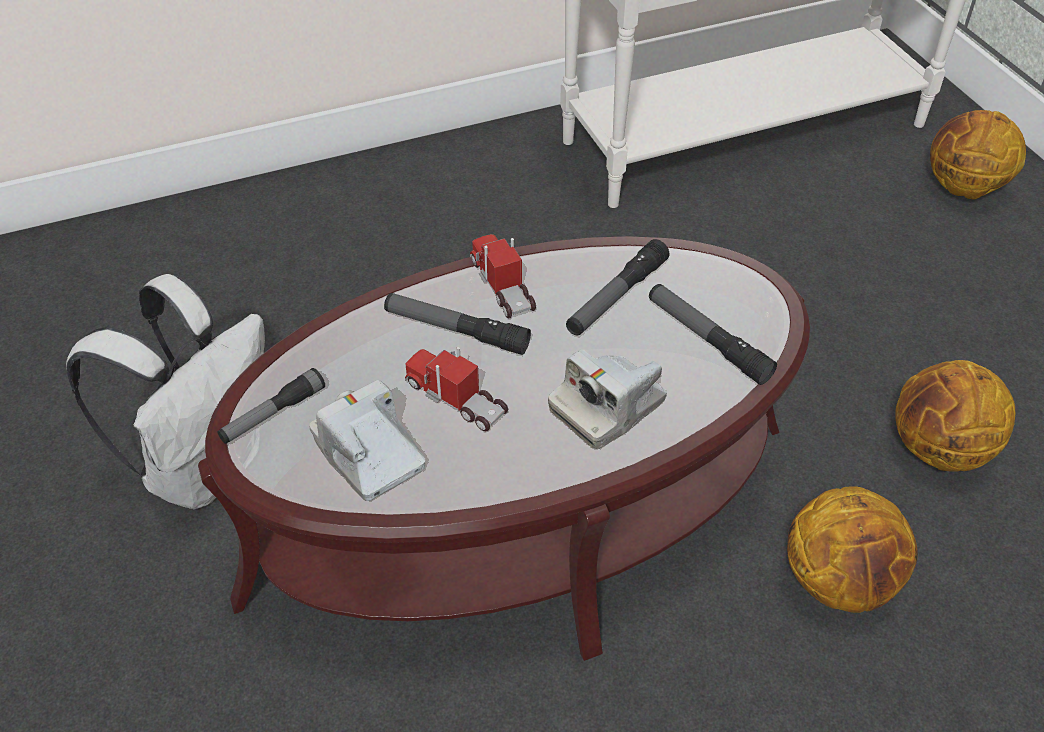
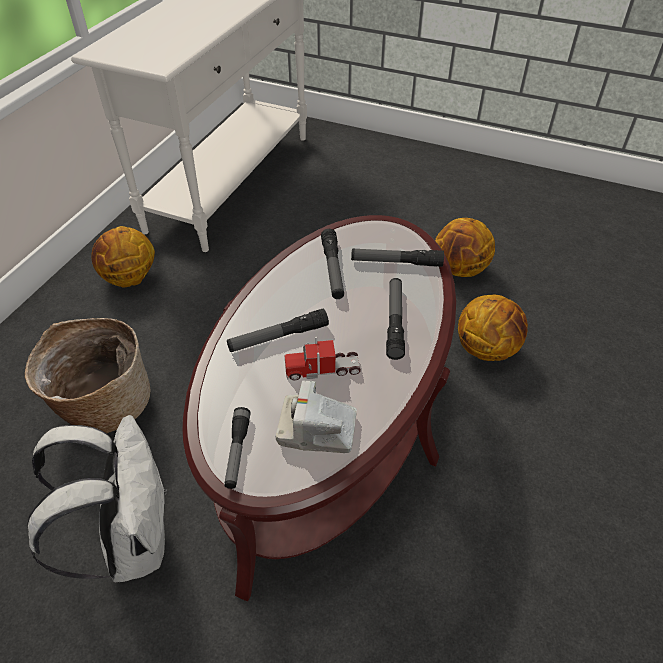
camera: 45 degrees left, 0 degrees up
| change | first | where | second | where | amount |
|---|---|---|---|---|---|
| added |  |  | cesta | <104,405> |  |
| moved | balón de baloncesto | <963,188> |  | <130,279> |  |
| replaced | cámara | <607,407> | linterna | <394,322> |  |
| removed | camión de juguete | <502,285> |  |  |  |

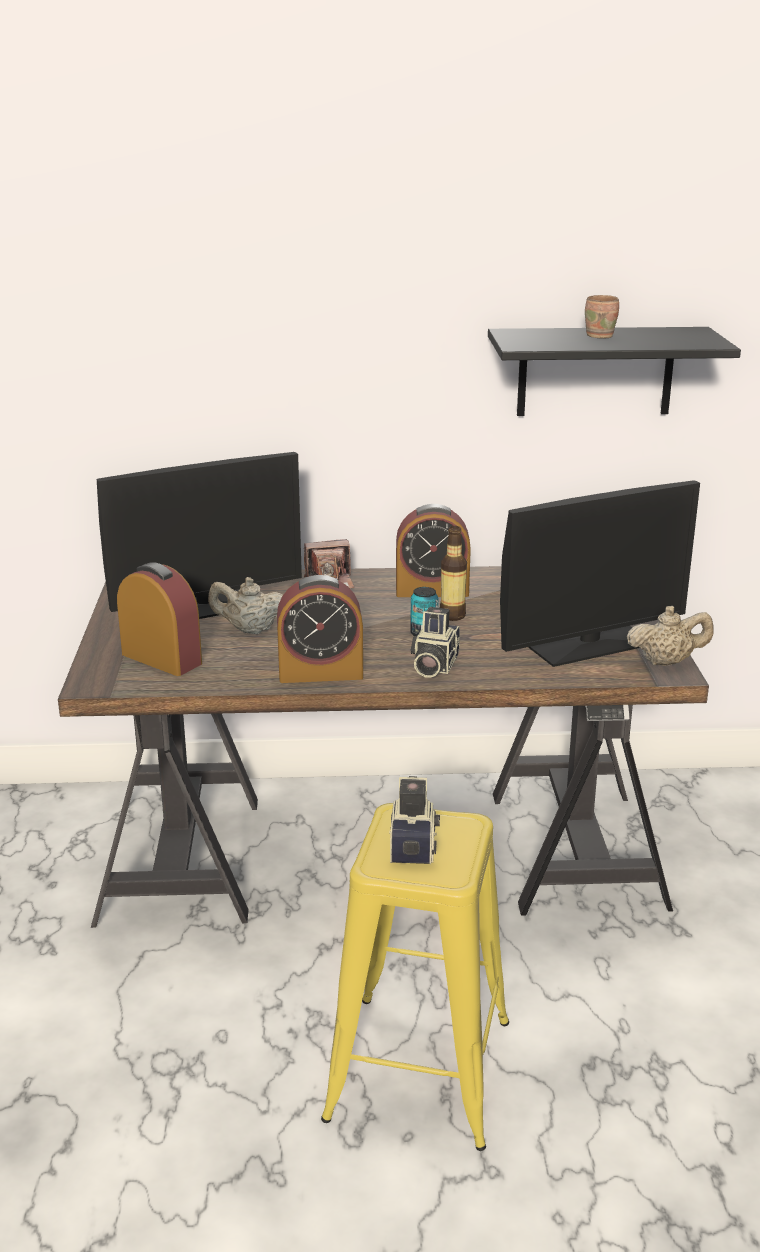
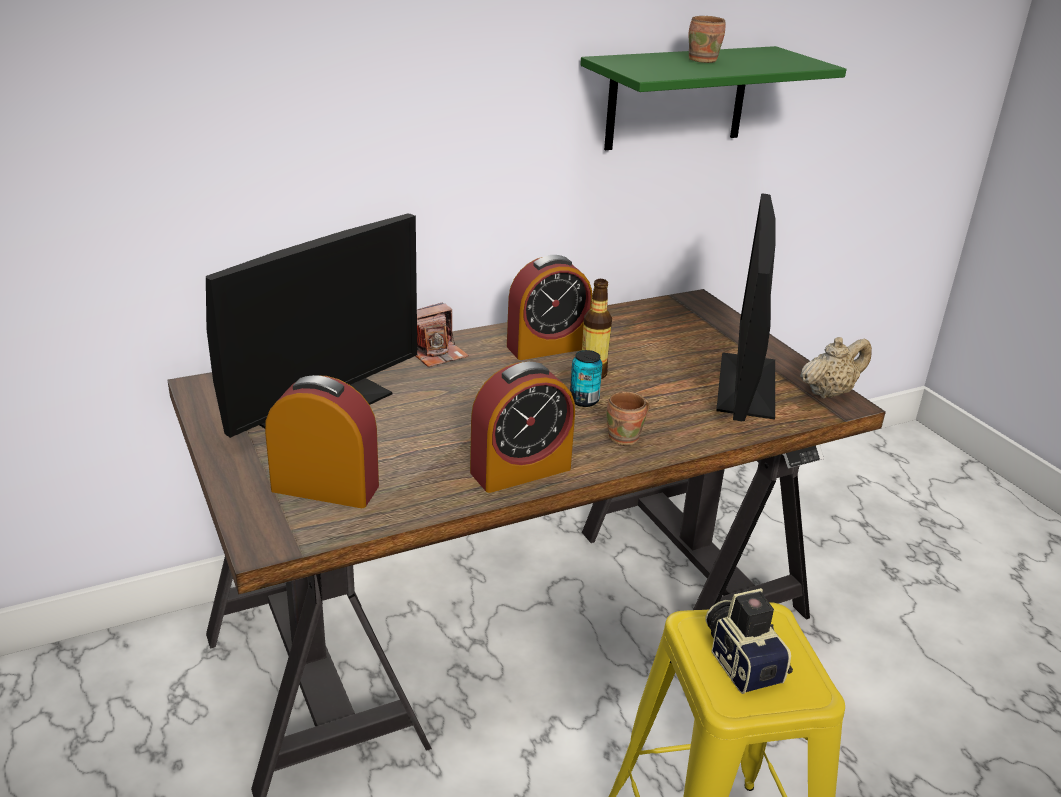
camera: 25 degrees left, 5 degrees up
| change | first | where | second | where | amount |
|---|---|---|---|---|---|
| recoloured | estante (negro) | <595,371> | estante (verde) | <677,98> |  |
| replaced | cámara | <433,666> | taza grande (marrón) | <626,438> |  |
| turned | monitor | <589,644> |  | <746,385> | 150 degrees clockwise |
| removed | tetera (beis) | <250,630> |  |  |  |

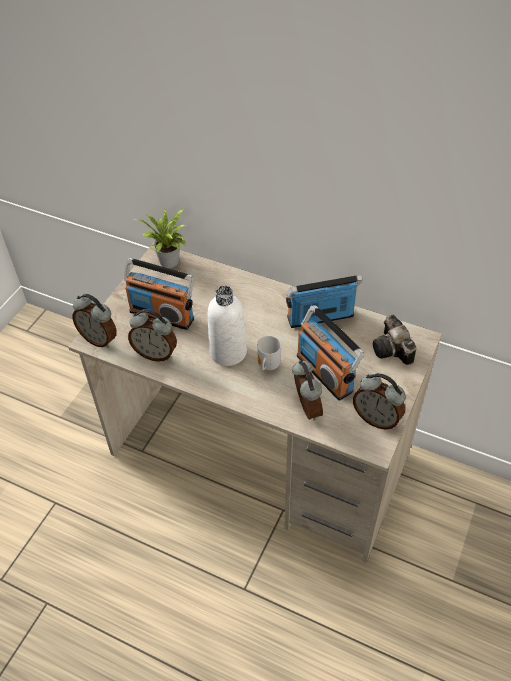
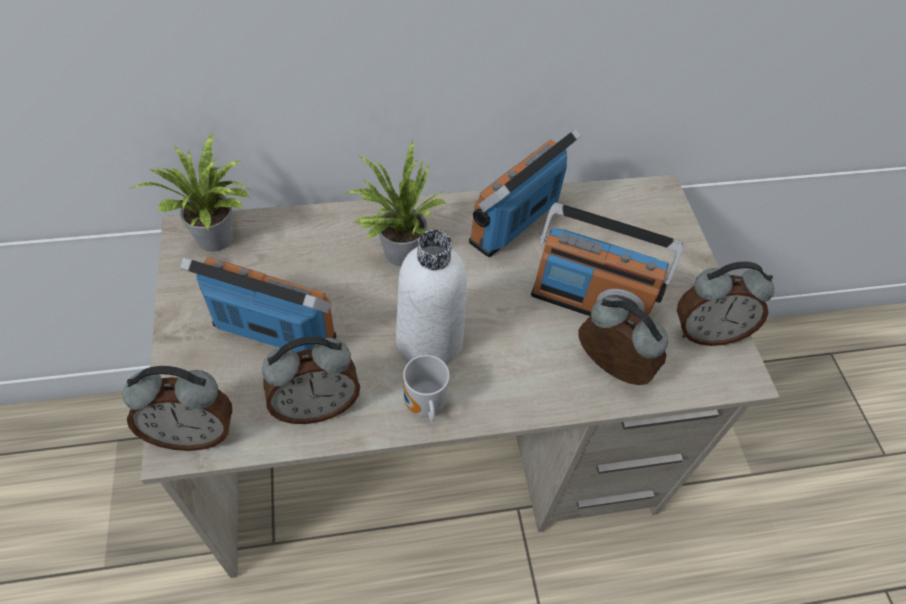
camera: 40 degrees left, 5 degrees up
| change | first | where | second | where | amount |
|---|---|---|---|---|---|
| turned | radio | <162,314> |  | <273,333> | 150 degrees counterclockwise |
| added |  |  | planta en maceta | <397,252> |  |
| moved | taza grande | <267,366> |  | <423,406> |  |
| removed | cámara | <393,350> |  |  |  |

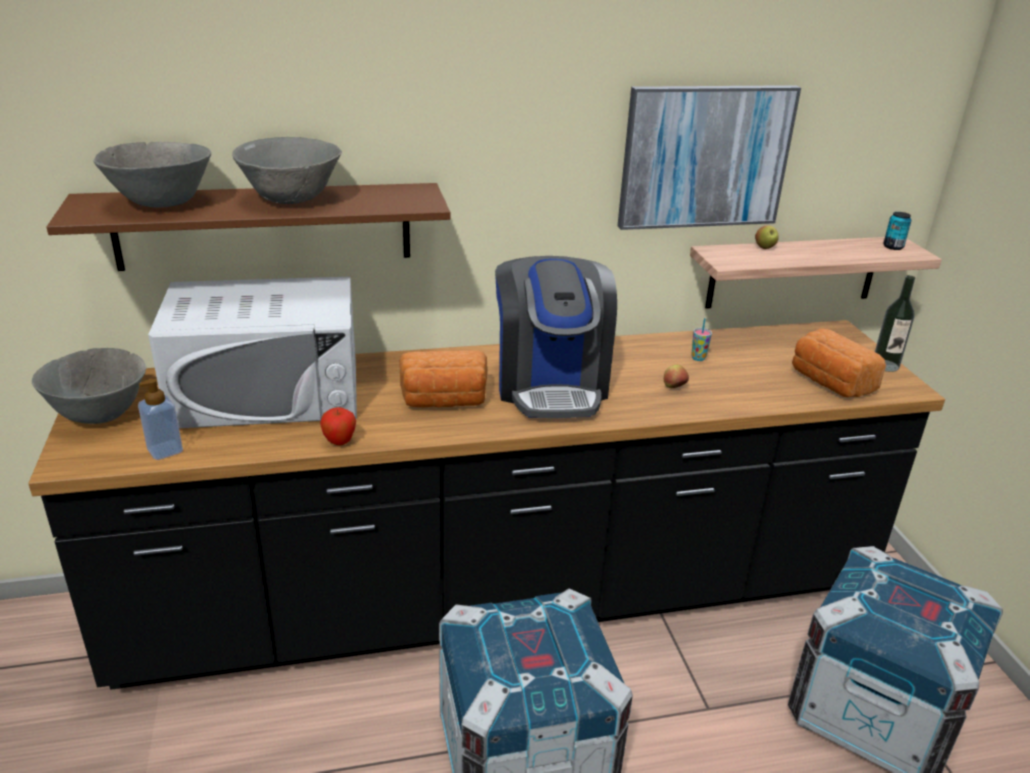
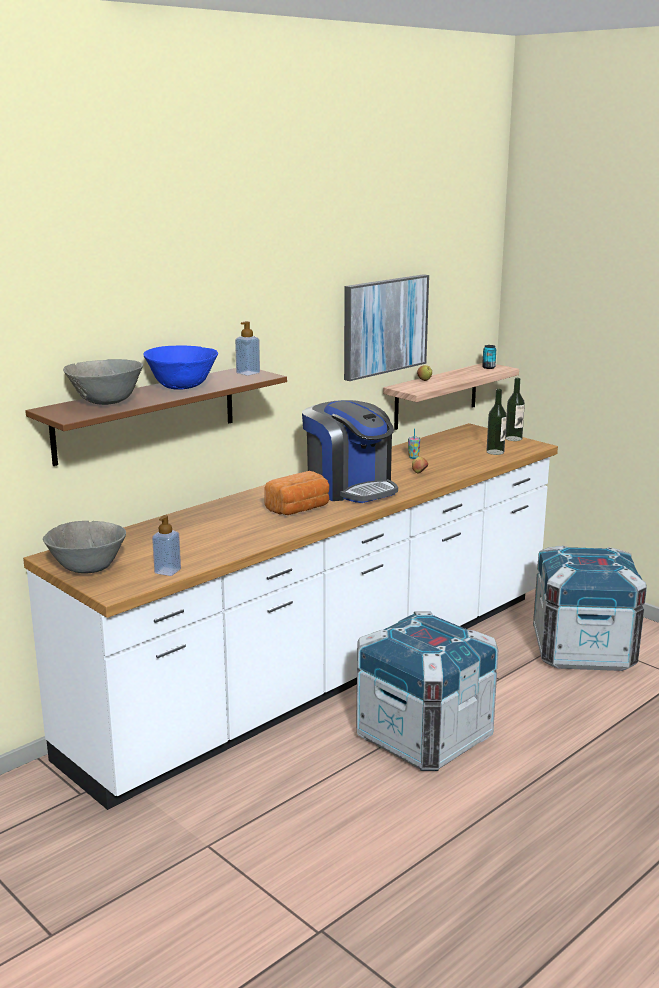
camera: 30 degrees left, 10 degrees down
| change | first | where | second | where | amount |
|---|---|---|---|---|---|
| recoloured | mueble bajo de cocina (negro) | <505,601> | mueble bajo de cocina (blanco) | <329,673> |  |
| recoloured | cuenco (gris) | <292,200> | cuenco (azul) | <182,387> |  |
| added |  |  | dispensador de jabón | <248,373> |  |
| replaced | pan | <829,382> | botella | <495,452> |  |
| removed | microondas (blanco) | <268,393> |  |  |  |
| removed | manzana | <339,442> |  |  |  |

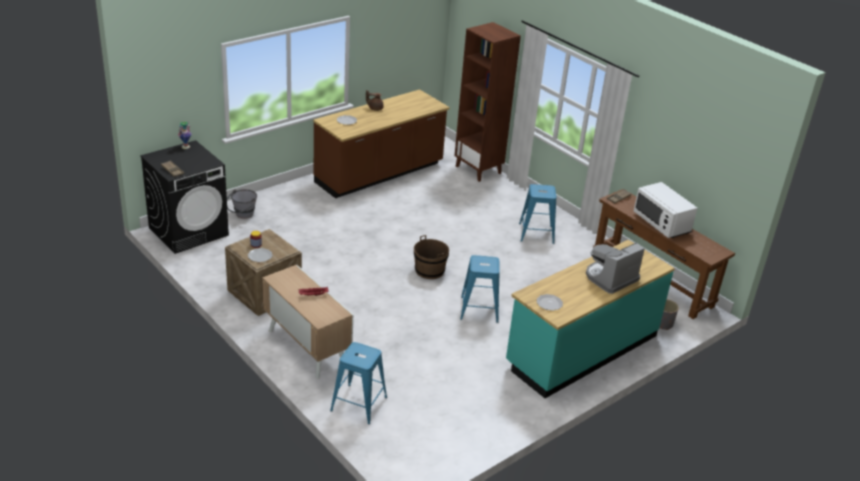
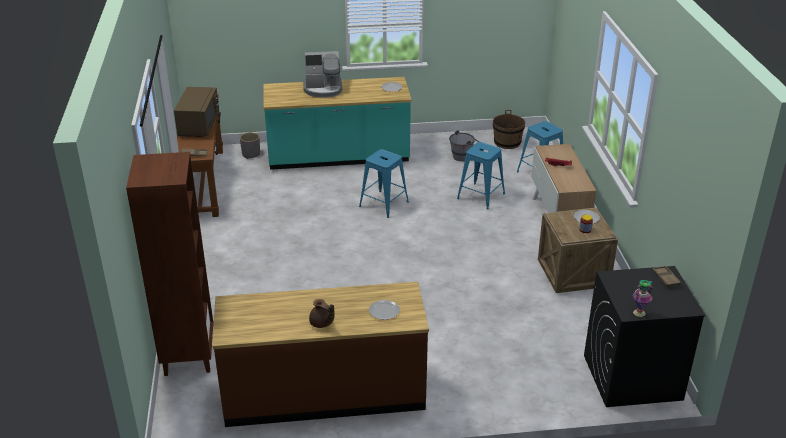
camera: 145 degrees left, 0 degrees up
| change | first | where | second | where | amount |
|---|---|---|---|---|---|
| recoloured | microondas (blanco) | <661,224> | microondas (marrón) | <198,126> |  |
| moved | cubo (gris) | <242,215> |  | <464,156> |  |
| moved | taburete (azul) | <536,233> |  | <481,196> |  |
| moved | cubo (marrón) | <429,271> |  | <507,142> |  |

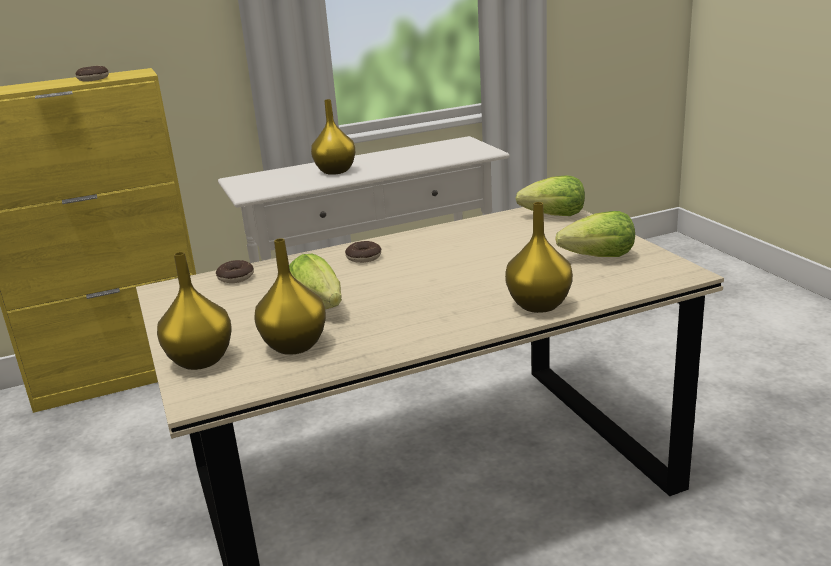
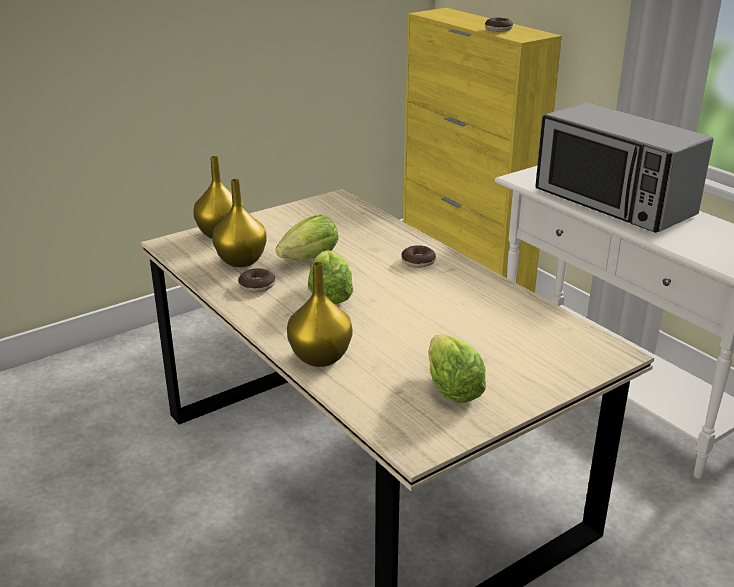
camera: 75 degrees right, 5 degrees up
| change | first | where | second | where | amount |
|---|---|---|---|---|---|
| moved | rosquilla | <236,277> |  | <257,286> |  |
| moved | lechuga | <554,216> |  | <329,295> |  |
| replaced | florero (amarillo) | <336,171> | microondas | <613,203> |  |

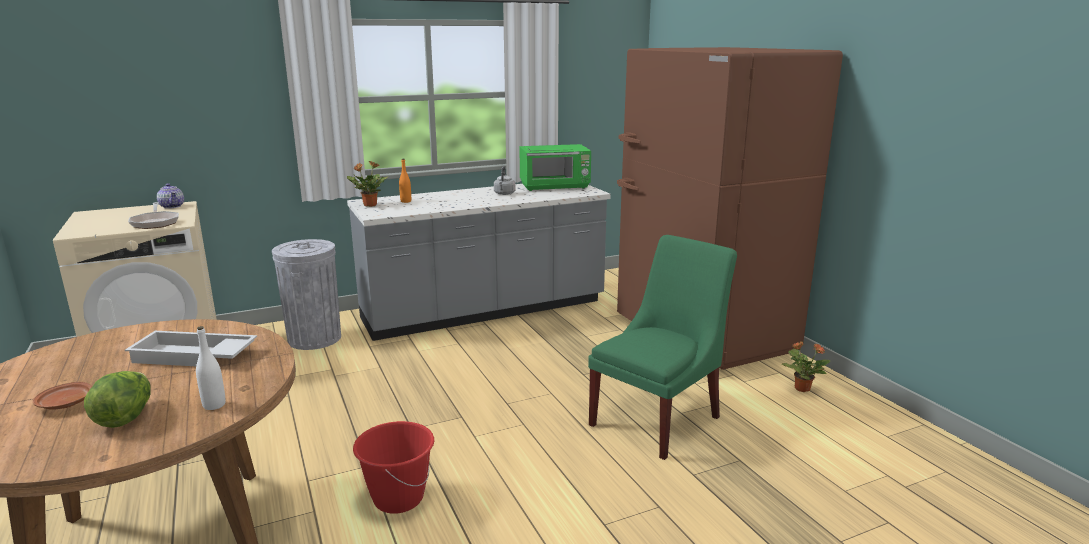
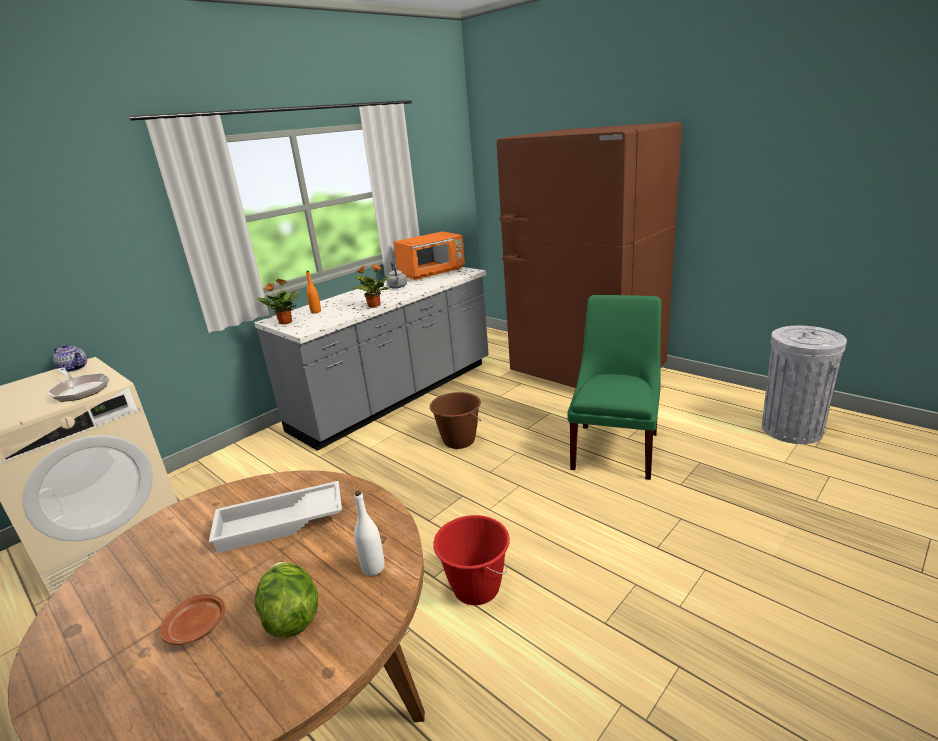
camera: 20 degrees left, 5 degrees up
| change | first | where | second | where | amount |
|---|---|---|---|---|---|
| moved | planta en maceta | <801,388> |  | <373,305> |  |
| recoloured | microondas (verde) | <555,187> | microondas (naranja) | <432,273> |  |
| added |  |  | cubo (marrón) | <459,441> |  |
| moved | papelera (gris) | <314,338> |  | <791,429> |  |

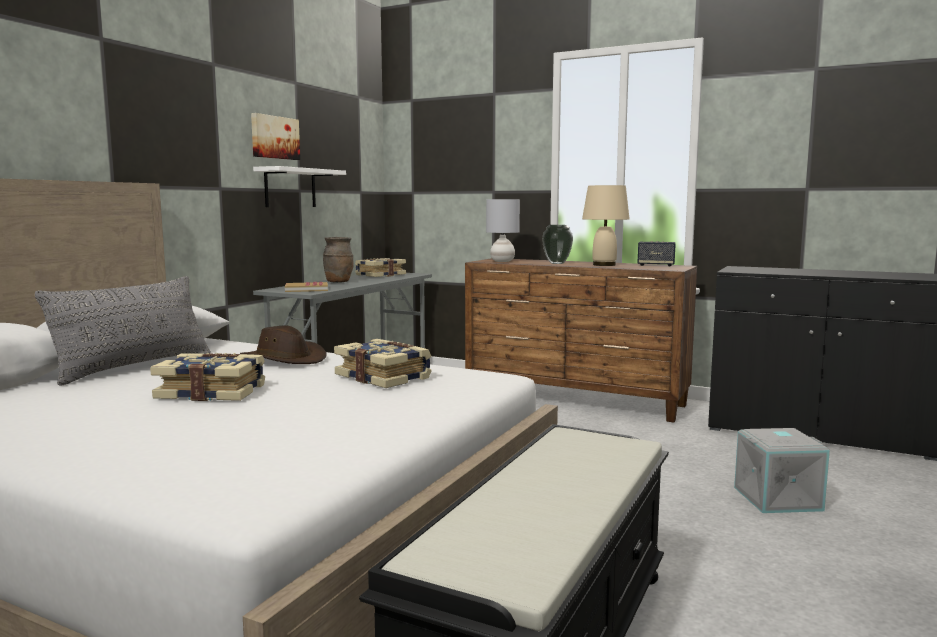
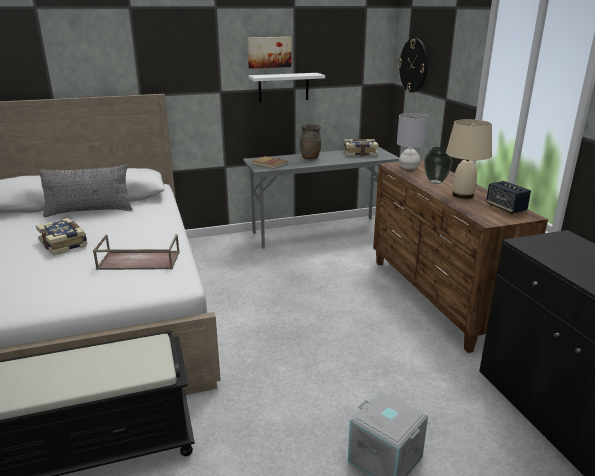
camera: 45 degrees right, 15 degrees up
| change | first | where | second | where | amount |
|---|---|---|---|---|---|
| replaced | libro | <384,377> | bandeja (marrón) | <138,261> |  |
| added |  |  | reloj de pared | <414,65> |  |
| removed | sombrero (marrón) | <285,359> |  |  |  |

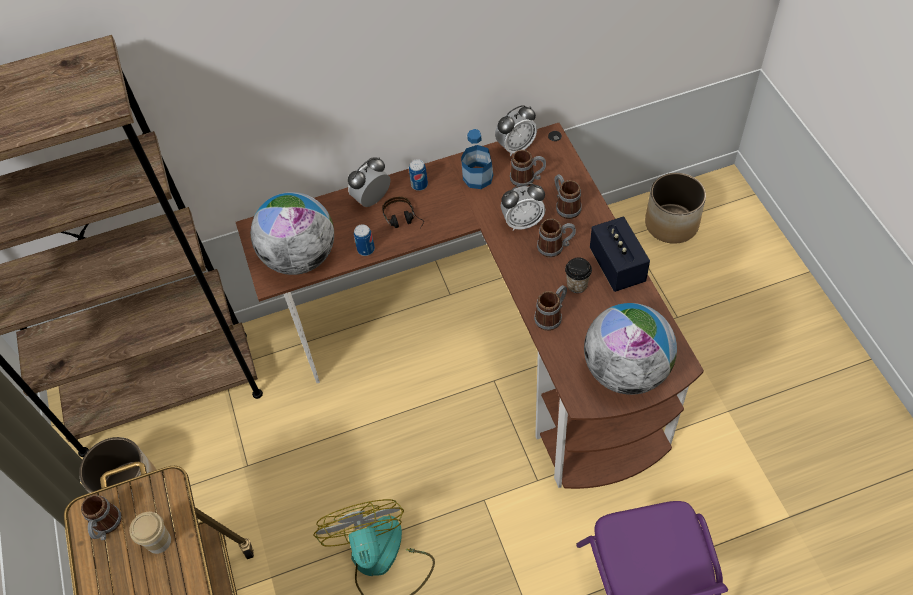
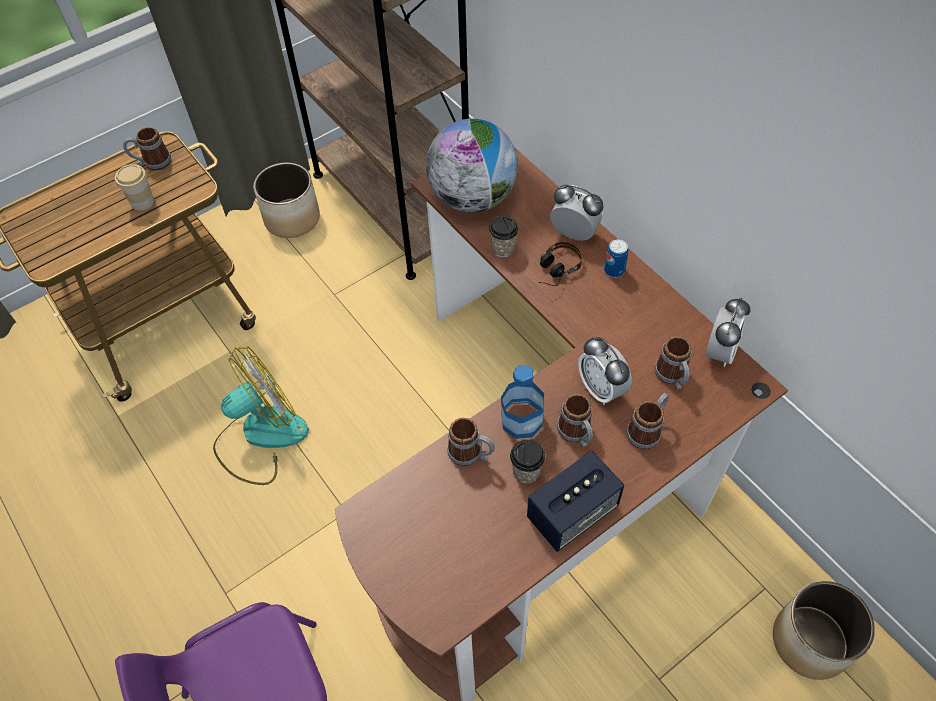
camera: 70 degrees right, 0 degrees up
| change | first | where | second | where | amount |
|---|---|---|---|---|---|
| replaced | lata | <366,249> | taza | <503,249> |  |
| moved | botella | <478,177> |  | <521,420> |  |
| turned | despertador | <516,147> |  | <720,351> | 105 degrees counterclockwise |
| removed | globo terráqueo | <626,370> |  |  |  |

